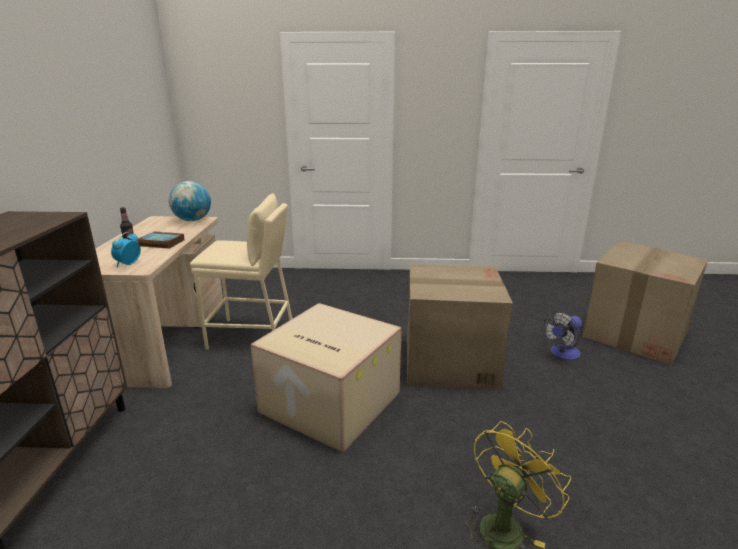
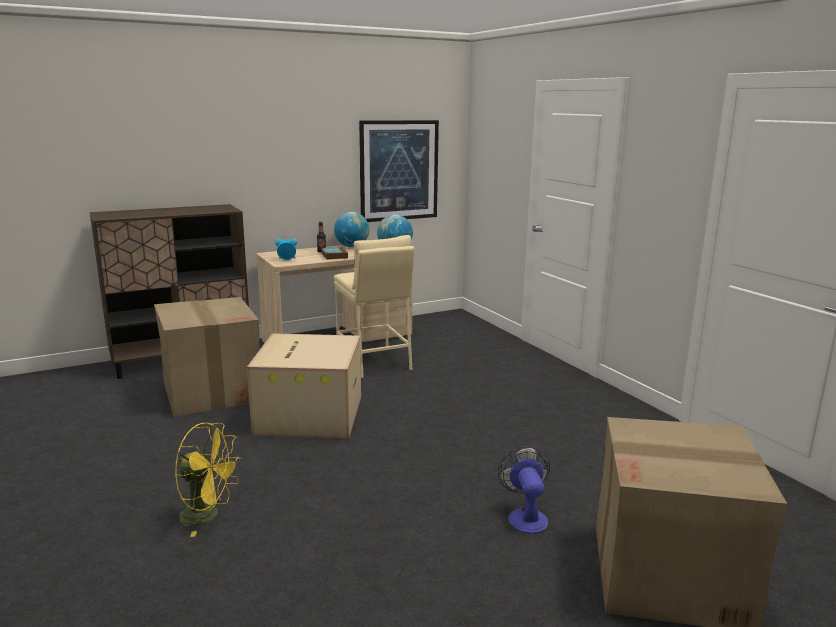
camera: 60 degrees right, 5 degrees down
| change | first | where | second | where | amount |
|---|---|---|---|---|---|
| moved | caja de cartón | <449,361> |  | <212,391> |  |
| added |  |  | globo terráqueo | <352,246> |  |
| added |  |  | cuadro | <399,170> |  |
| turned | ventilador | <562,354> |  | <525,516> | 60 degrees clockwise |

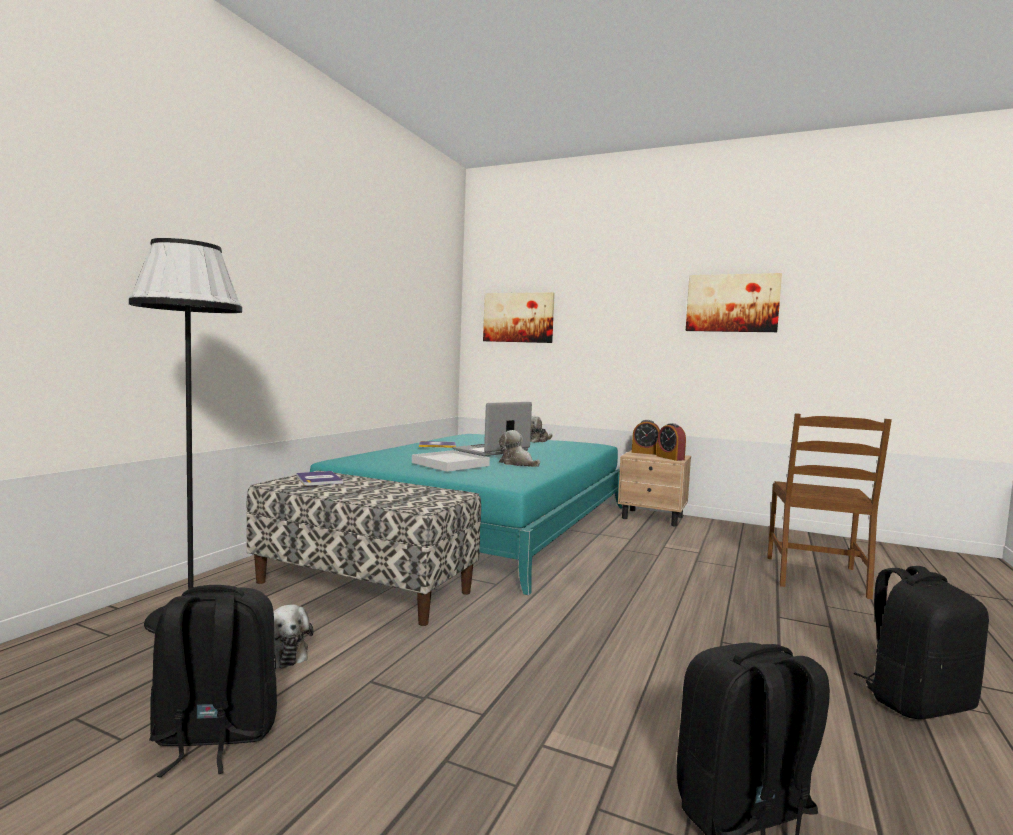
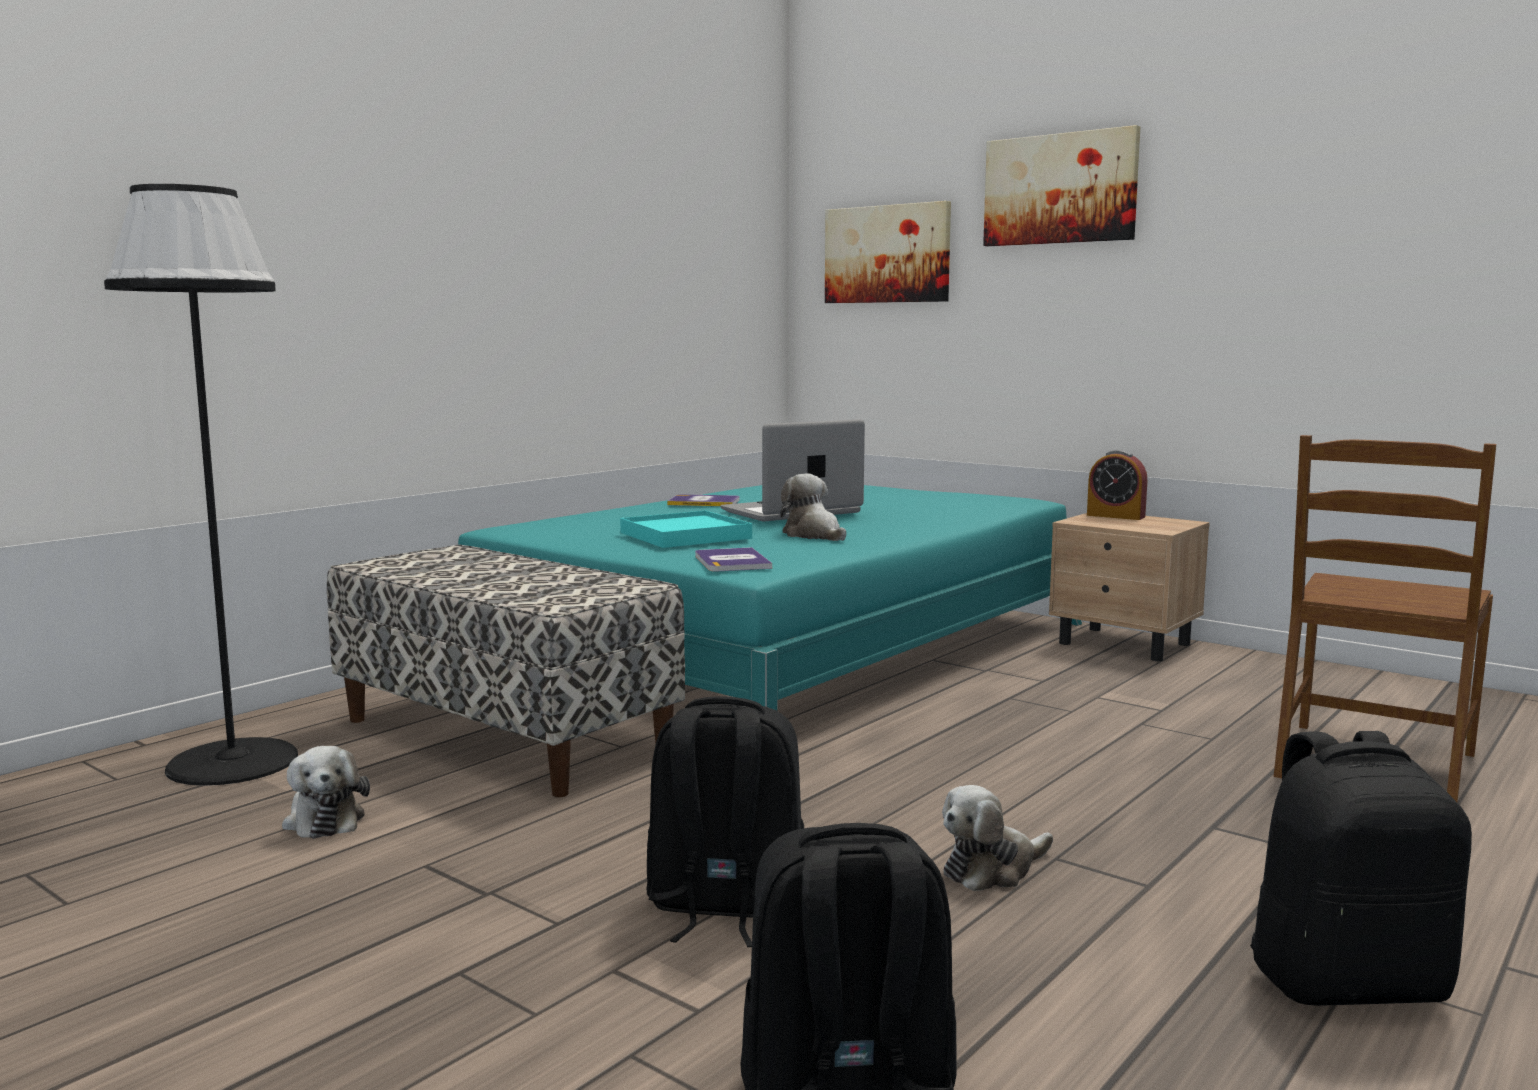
camera: 15 degrees right, 5 degrees up
| change | first | where | second | where | amount |
|---|---|---|---|---|---|
| recoloured | bandeja (blanco) | <450,464> | bandeja (turquesa) | <685,535> |  |
| moved | mochila (negro) | <214,736> |  | <725,907> |  |
| moved | libro | <318,479> |  | <731,562> |  |
| moved | peluche | <537,440> |  | <992,869> |  |
| moved | cuadro | <732,303> |  | <1060,189> |  |
| removed | despertador | <670,458> |  |  |  |

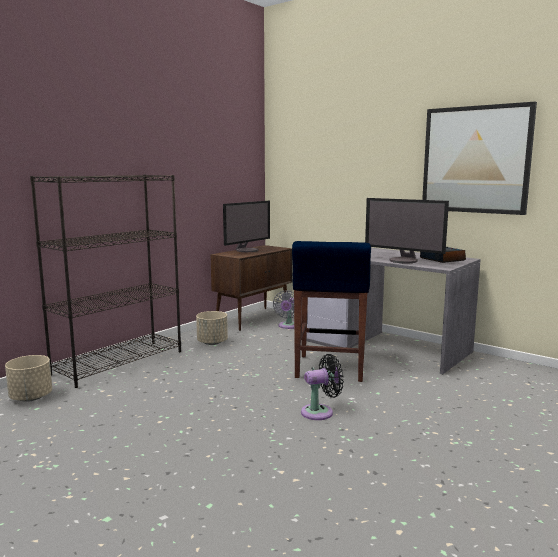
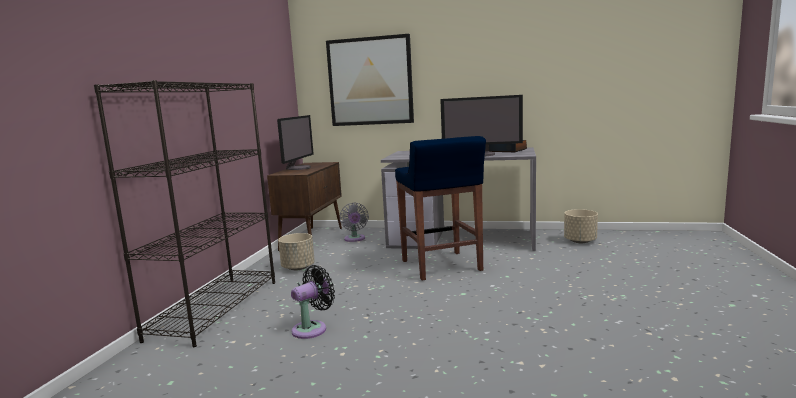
camera: 25 degrees left, 0 degrees up
| change | first | where | second | where | amount |
|---|---|---|---|---|---|
| moved | ventilador (negro) | <320,412> |  | <312,328> |  |
| moved | cuadro | <475,160> |  | <370,81> |  |
| moved | maceta (beis) | <30,397> |  | <580,241> |  |

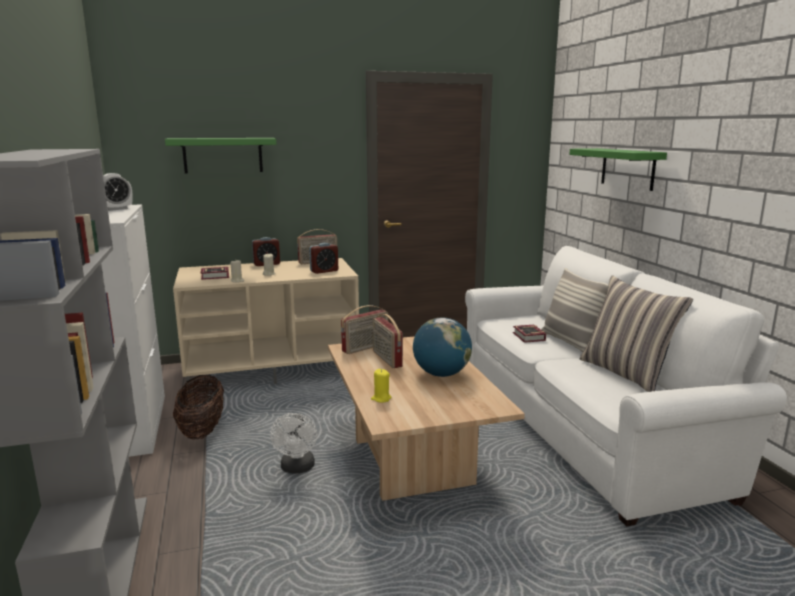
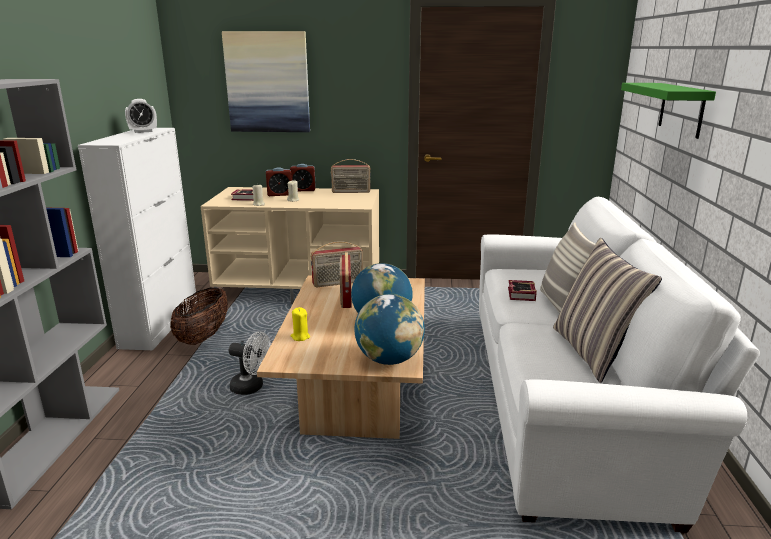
camera: 20 degrees right, 5 degrees up
| change | first | where | second | where | amount |
|---|---|---|---|---|---|
| replaced | estante (verde) | <223,155> | cuadro | <267,82> |  |
| turned | ventilador (blanco) | <297,468> |  | <252,387> | 90 degrees counterclockwise |
| moved | despertador | <324,271> |  | <279,194> |  |
| added |  |  | globo terráqueo | <389,360> |  |

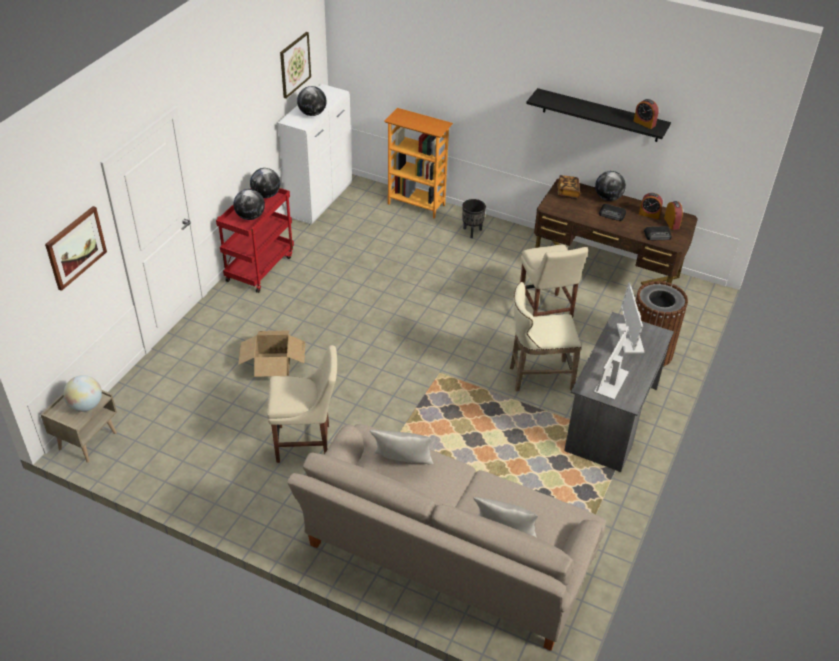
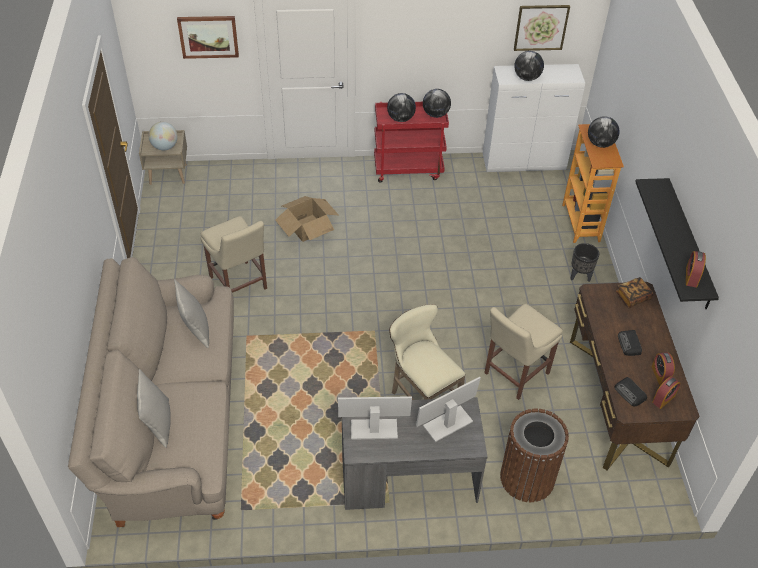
camera: 60 degrees right, 5 degrees up
| change | first | where | second | where | amount |
|---|---|---|---|---|---|
| moved | globo terráqueo | <608,198> |  | <600,144> |  |

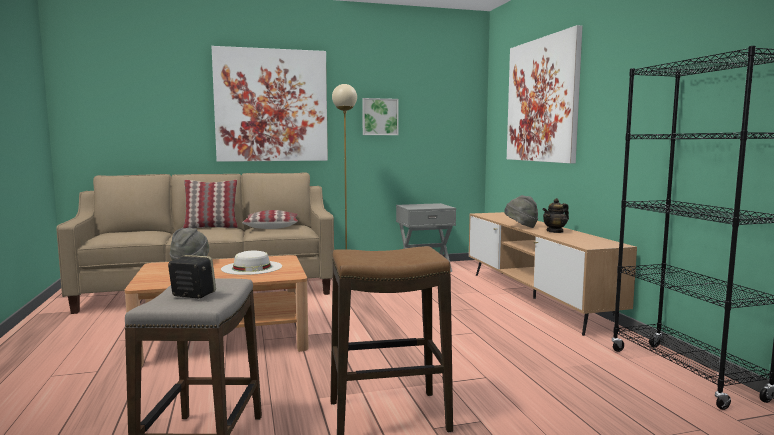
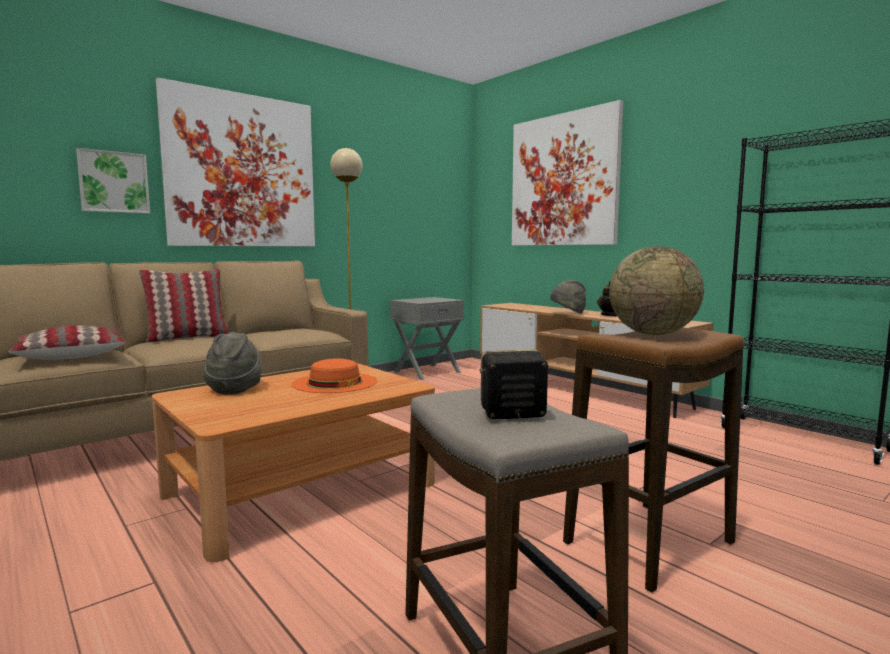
camera: 25 degrees left, 0 degrees up
| change | first | where | second | where | amount |
|---|---|---|---|---|---|
| moved | cojín | <271,226> |  | <71,355> |  |
| moved | cuadro | <380,117> |  | <113,182> |  |
| recoloured | sombrero (blanco) | <252,267> | sombrero (naranja) | <335,382> |  |
| added |  |  | globo terráqueo | <652,334> |  |

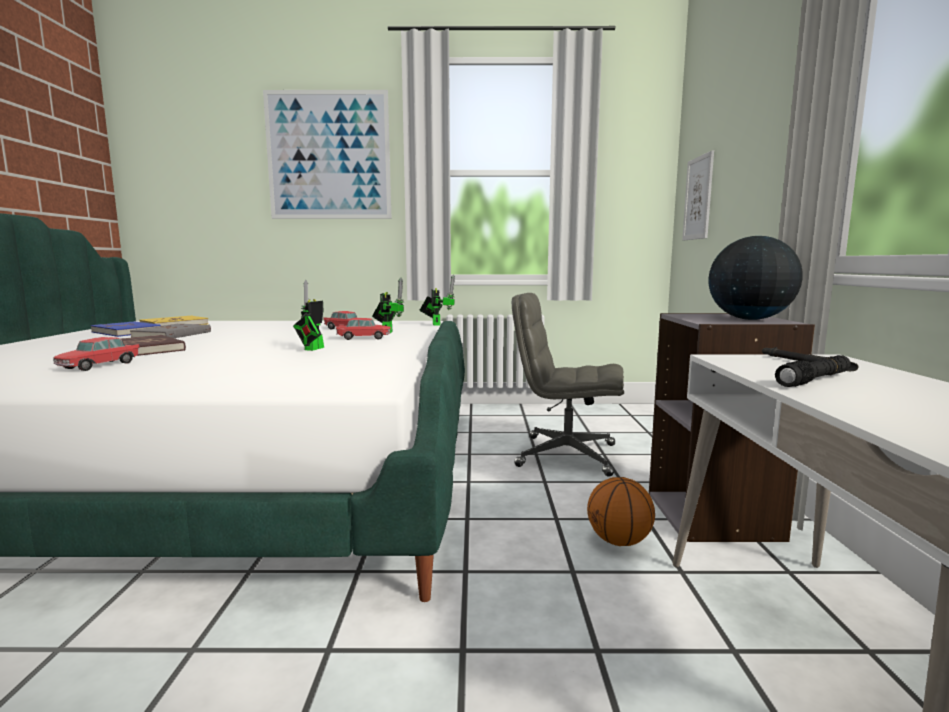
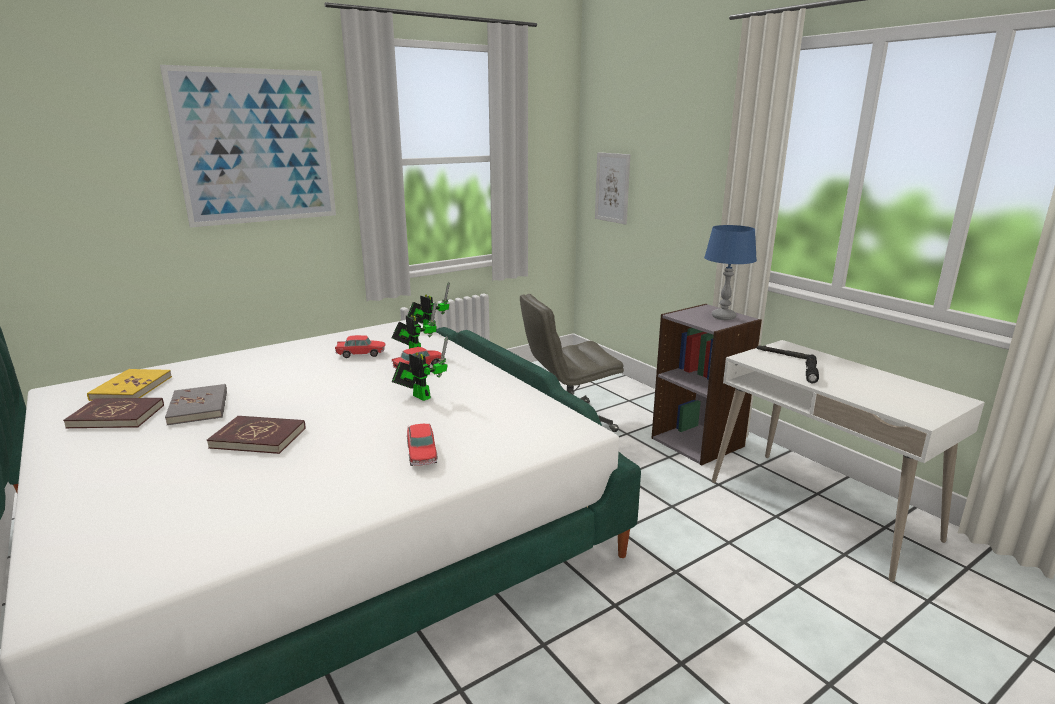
camera: 35 degrees left, 10 degrees up
| change | first | where | second | where | amount |
|---|---|---|---|---|---|
| recoloured | libro (azul) | <127,332> | libro (rojo) | <117,416> |  |
| turned | robot de juguete | <312,349> |  | <419,396> | 150 degrees clockwise |
| moved | coche de juguete | <99,365> |  | <422,454> |  |
| replaced | globo terráqueo | <749,319> | lámpara de mesa (azul) | <723,317> |  |
| removed | balón de baloncesto | <619,541> |  |  |  |

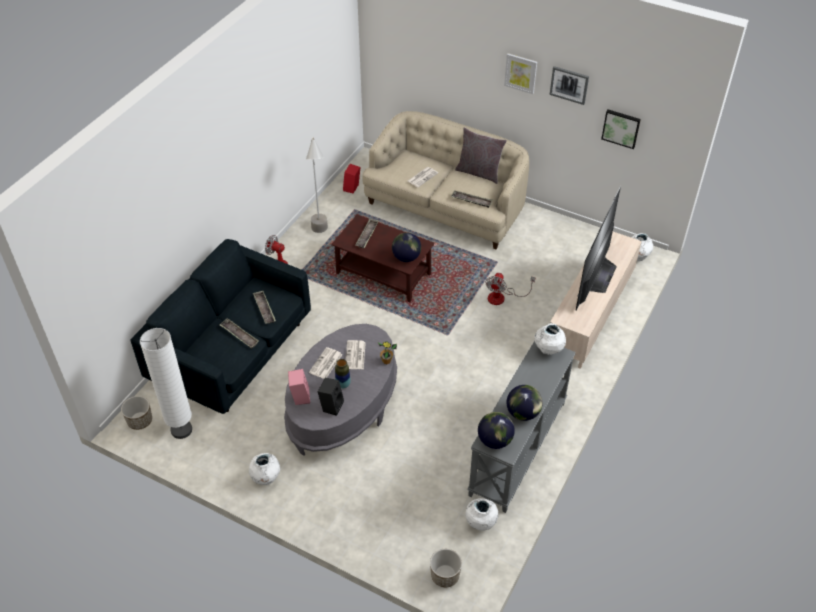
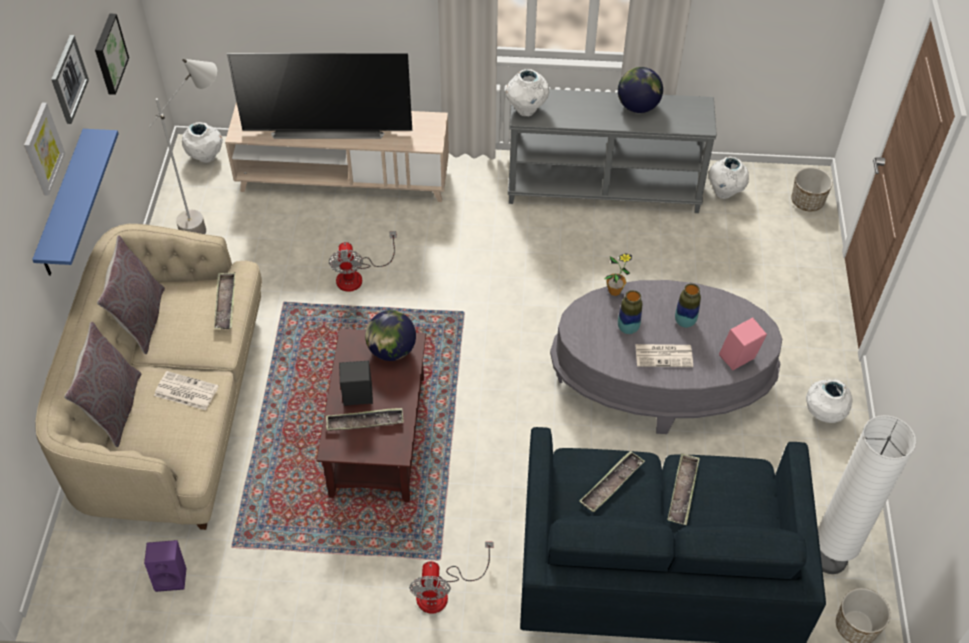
camera: 115 degrees left, 5 degrees up
| change | first | where | second | where | amount |
|---|---|---|---|---|---|
| added |  |  | estante (azul) | <64,205> |  |
| added |  |  | cojín (gris) | <114,408> |  |
| recoloured | altavoz (rojo) | <352,189> | altavoz (morado) | <172,576> |  |
| moved | lámpara de pie (gris) | <321,236> |  | <213,222> |  |
| turned | ventilador | <502,297> |  | <357,276> | 90 degrees clockwise |
| moved | altavoz (negro) | <331,405> |  | <357,398> |  |
| replaced | periódico | <355,355> | florero | <628,328> |  |
| removed | globo terráqueo | <495,440> |  |  |  |

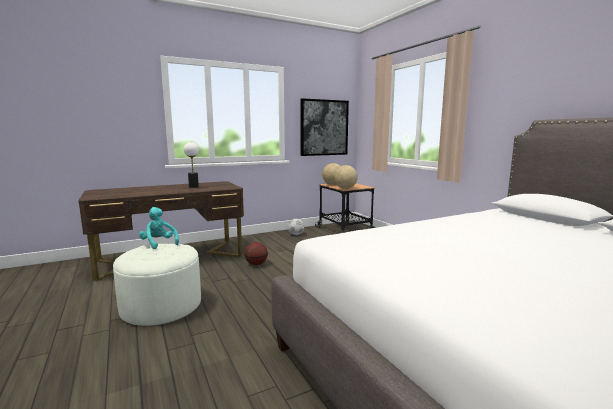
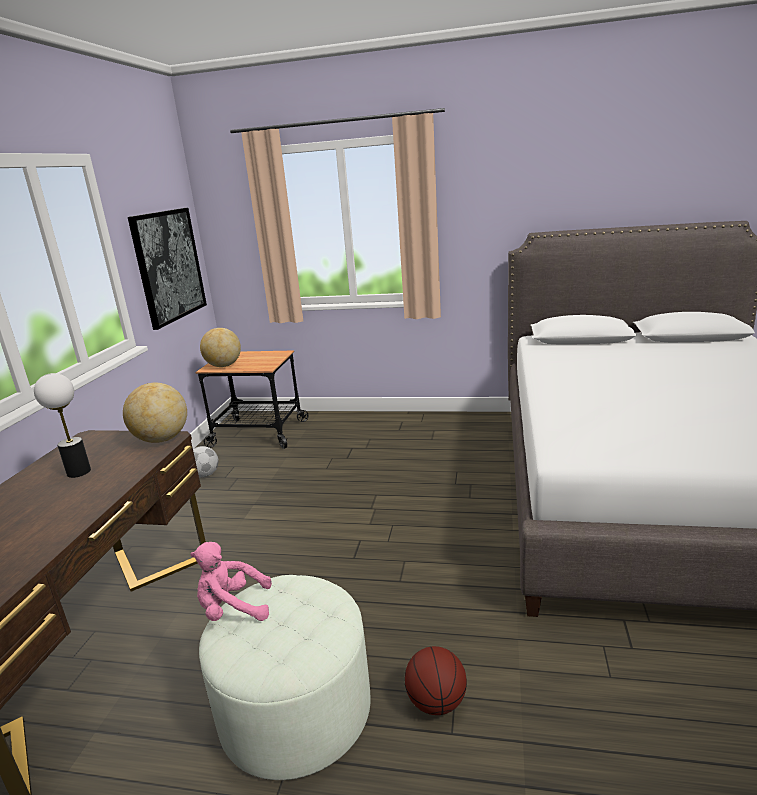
camera: 50 degrees left, 10 degrees up
| change | first | where | second | where | amount |
|---|---|---|---|---|---|
| moved | globo terráqueo | <345,188> |  | <161,439> |  |
| recoloured | peluche (turquesa) | <159,244> | peluche (rosa) | <233,609> |  |
| moved | balón de baloncesto | <256,264> |  | <436,702> |  |

